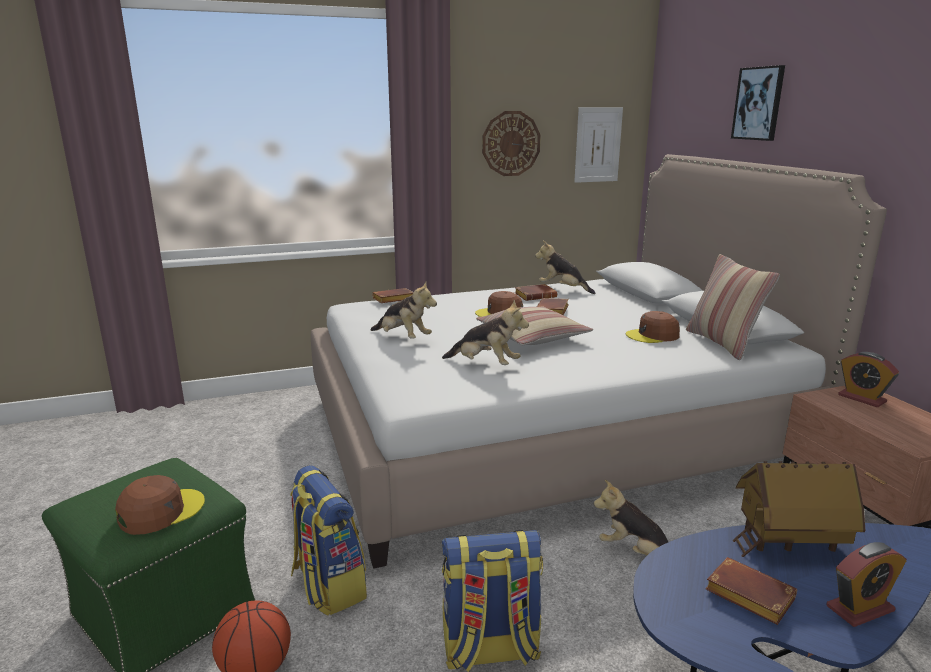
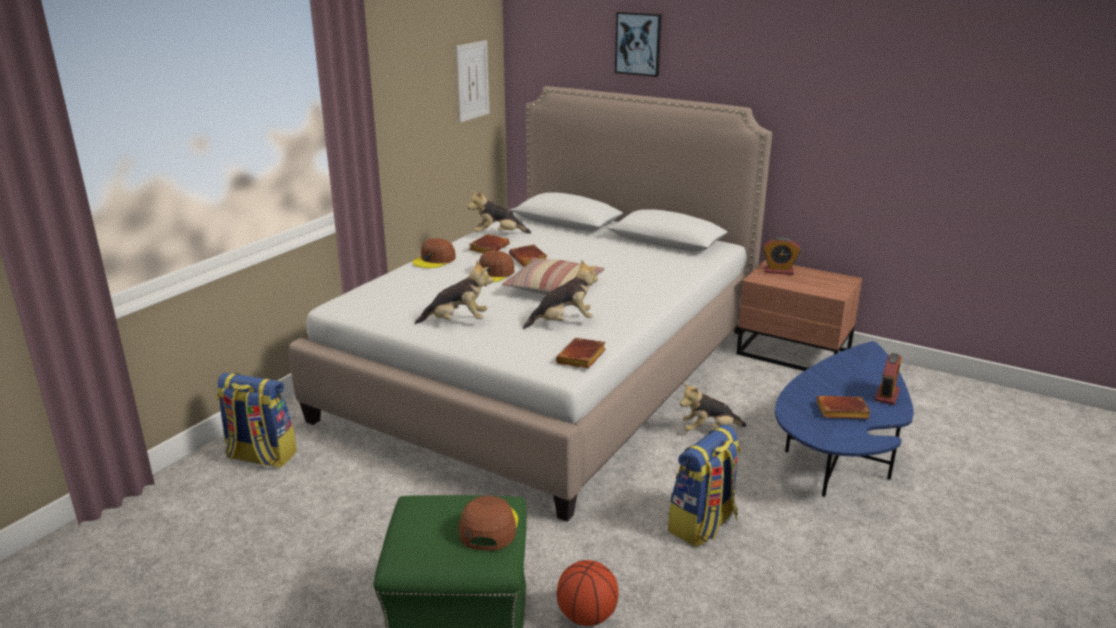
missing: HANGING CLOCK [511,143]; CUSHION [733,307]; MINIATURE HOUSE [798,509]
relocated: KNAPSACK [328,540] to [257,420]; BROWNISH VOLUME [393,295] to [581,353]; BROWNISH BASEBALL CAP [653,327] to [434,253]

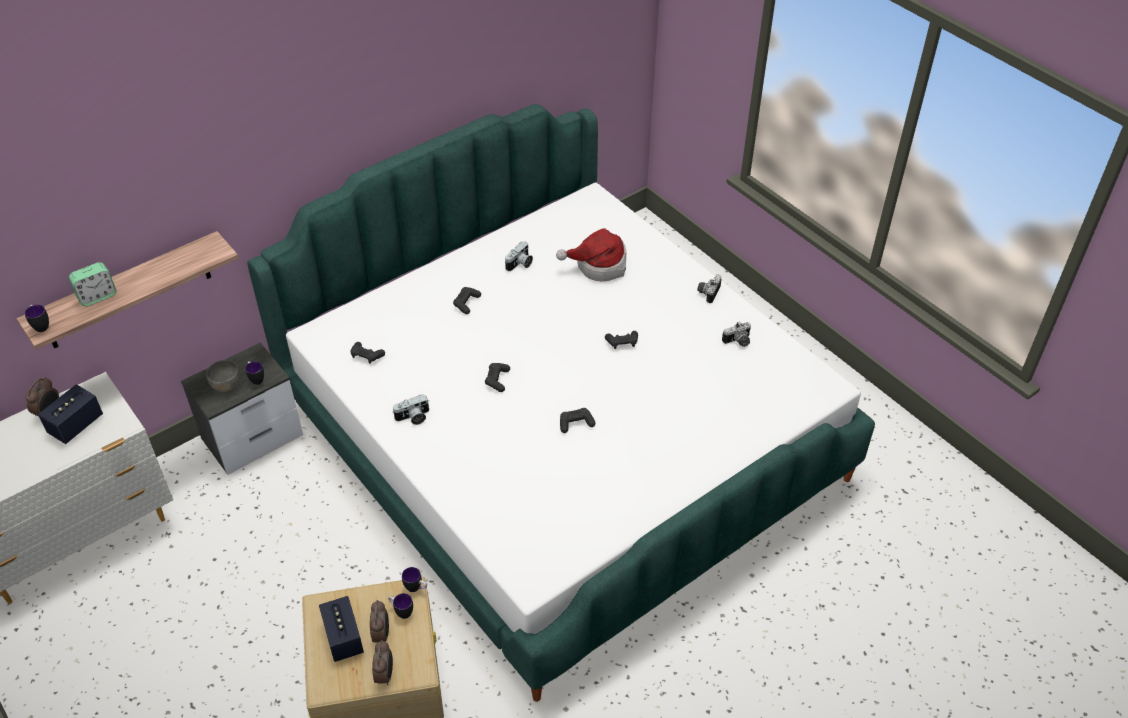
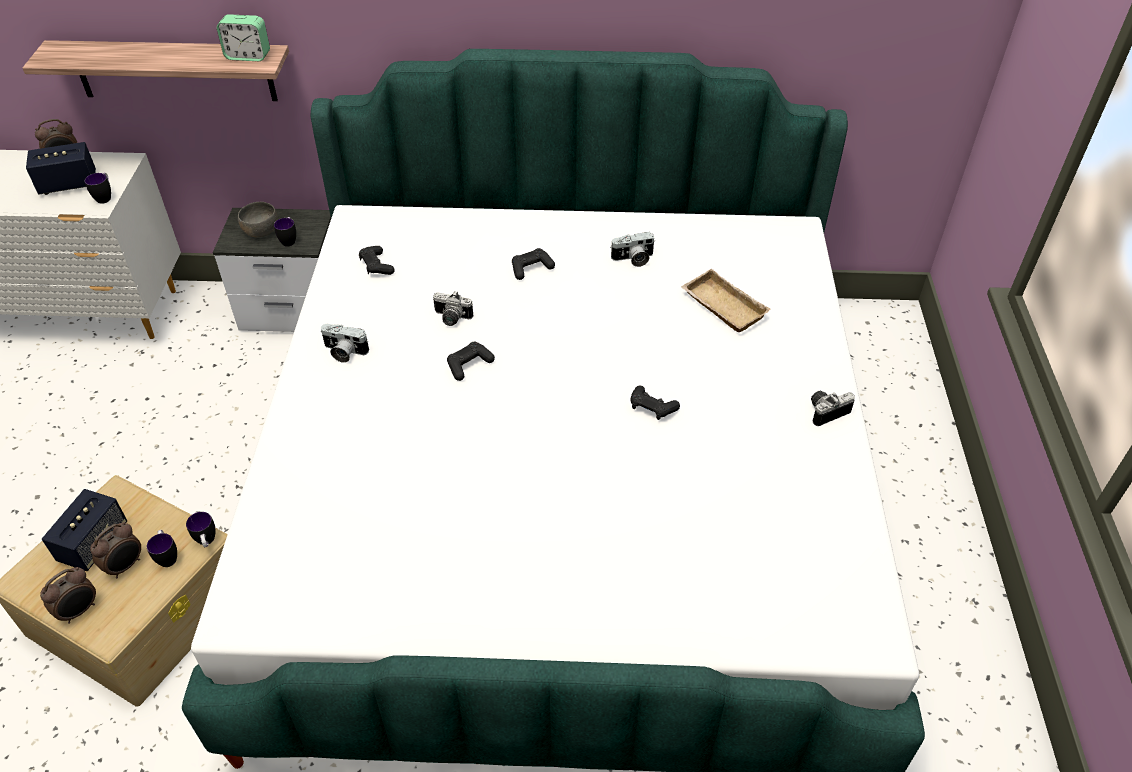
missing: BLACKISH GAME CONTROLLER [577,420]
relocated: TEA MUG [37,318] to [97,188]; ALARM CLOCK [92,284] to [243,37]; PHOTO CAMERA [736,334] to [453,308]
exchanged: HAT [591,255] to SAND-COLOURED CARRYING TRAY [726,300]

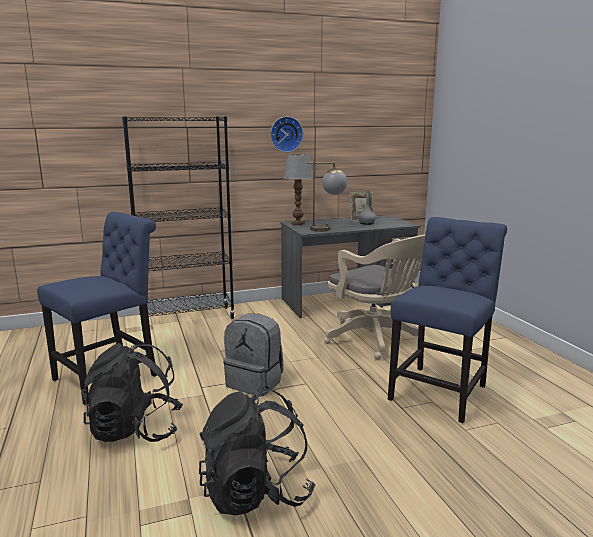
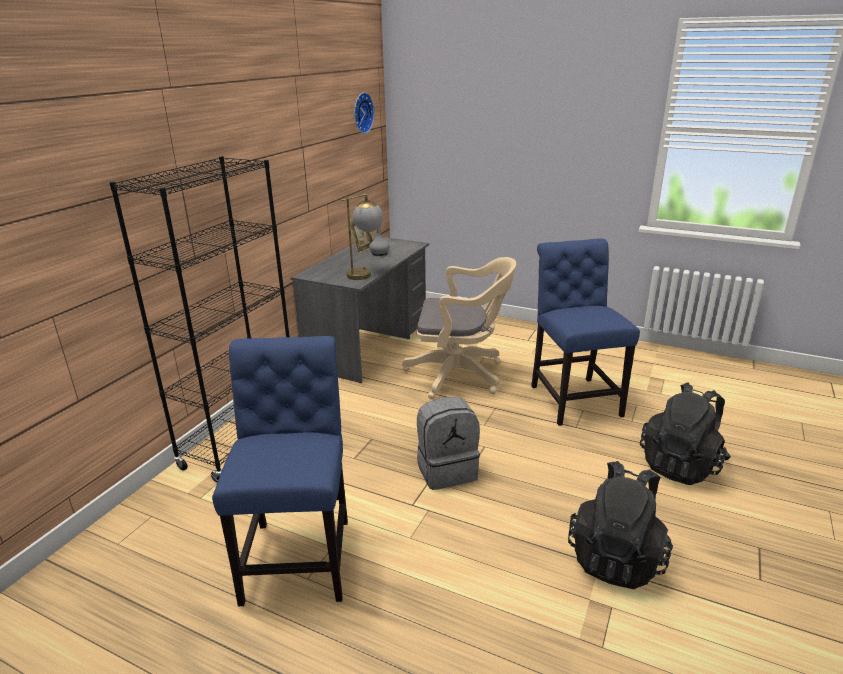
missing: TABLE LAMP [298,190]
relocated: BLACKISH KNAPSACK [132,392] to [685,434]; HANGING CLOCK [286,134] to [364,113]

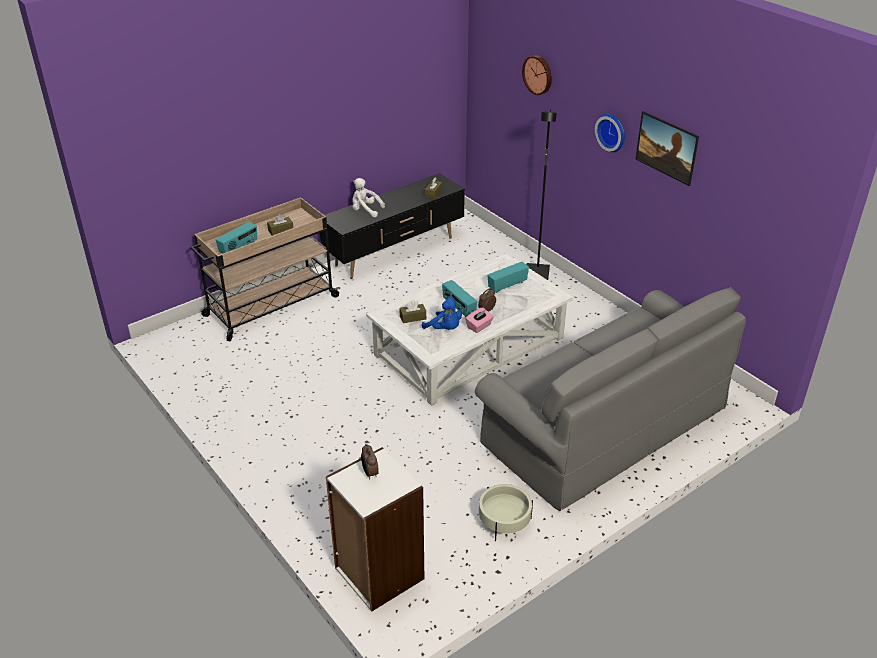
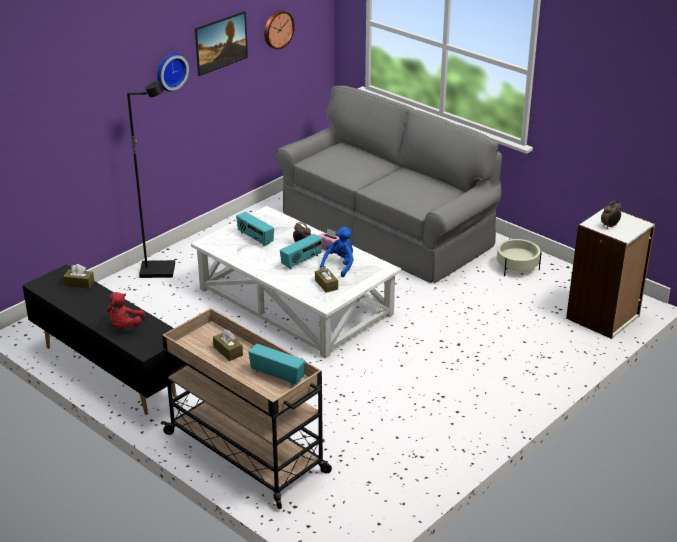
relocated: HANGING CLOCK [537,75] to [279,30]
colour: WHITISH SOFT TOY [368,197] to RED-COLOURED SOFT TOY [126,310]

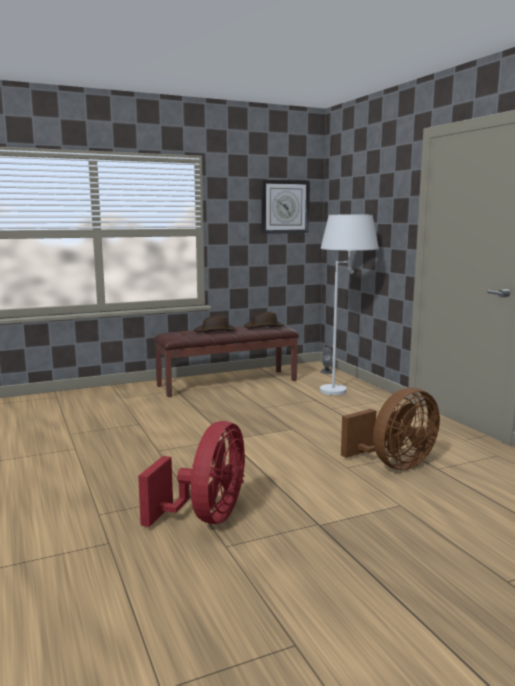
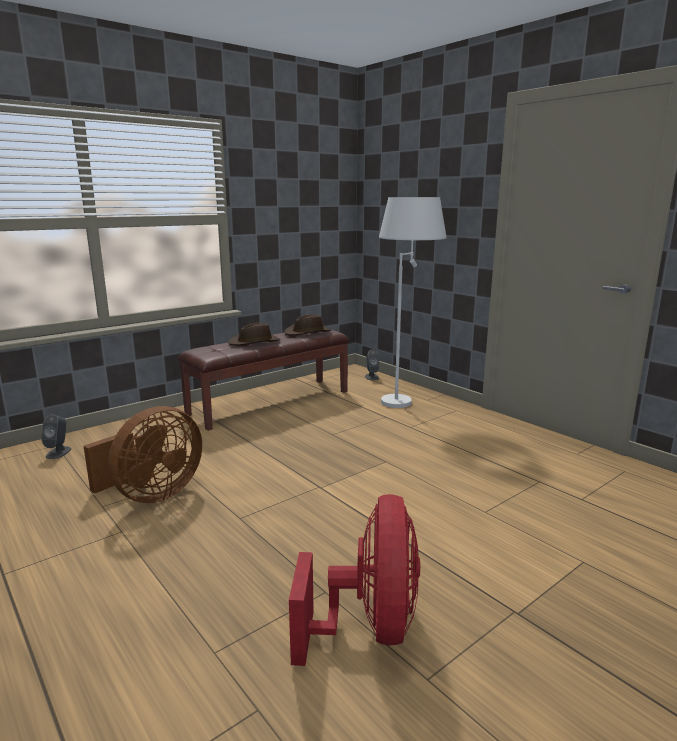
missing: HANGING CLOCK [286,206]
appeared: GRAY LOUDSPEAKER [56,437]
relocated: BROWNISH FAN [390,428] to [143,454]

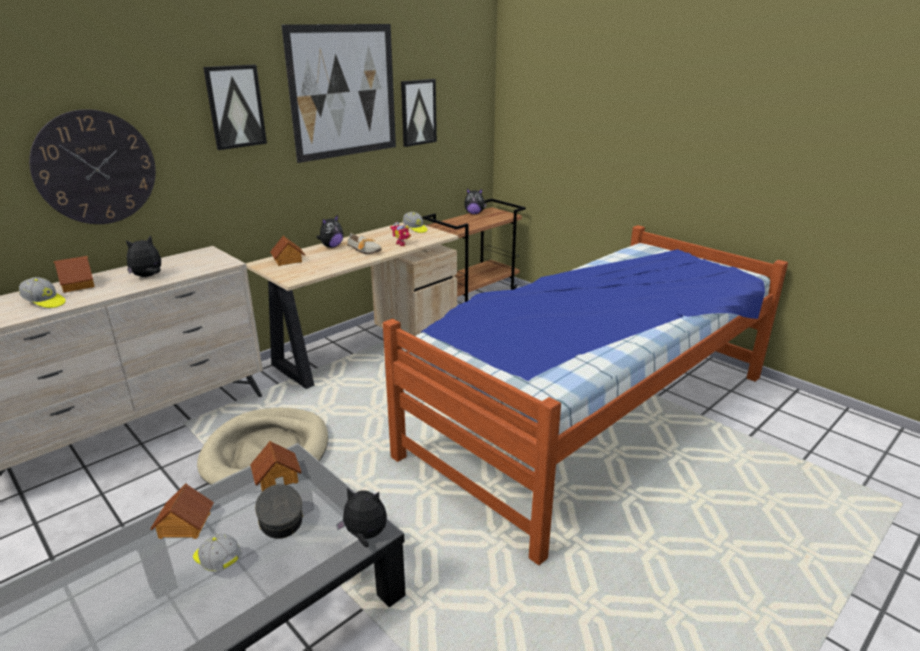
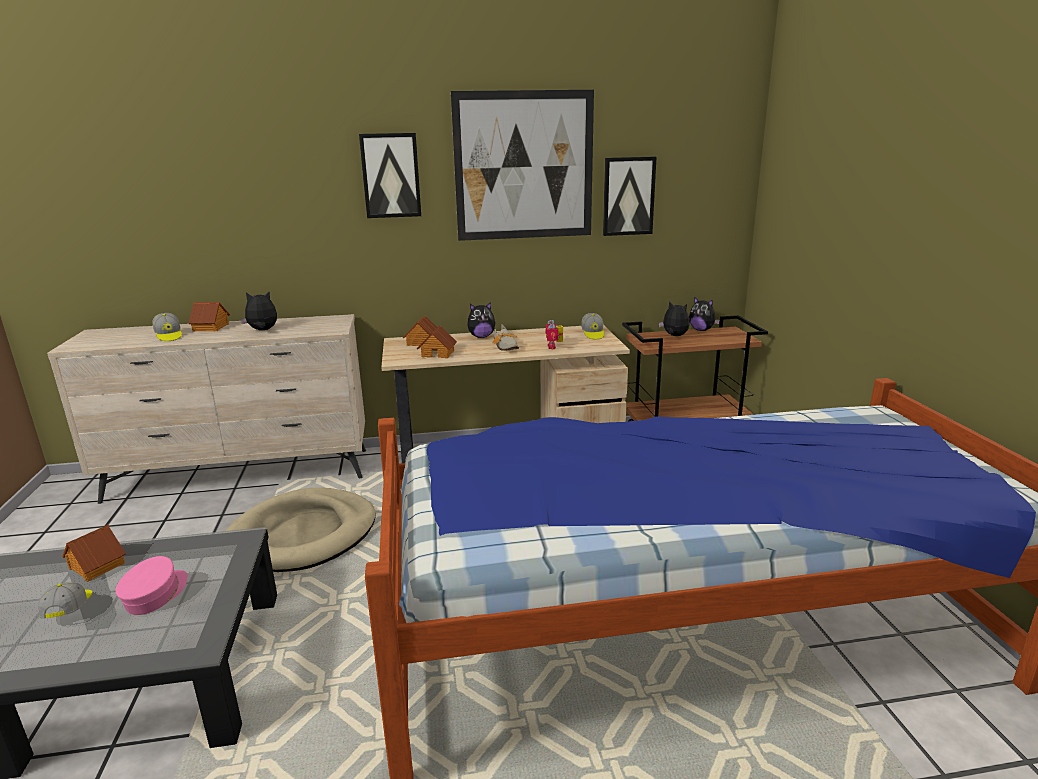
missing: HANGING CLOCK [92,166]
relocated: MINIATURE HOUSE [276,466] to [437,341]; SOFT TOY [361,517] to [674,318]
colour: GRAY BASEBALL CAP [279,511] to PINK BASEBALL CAP [152,585]

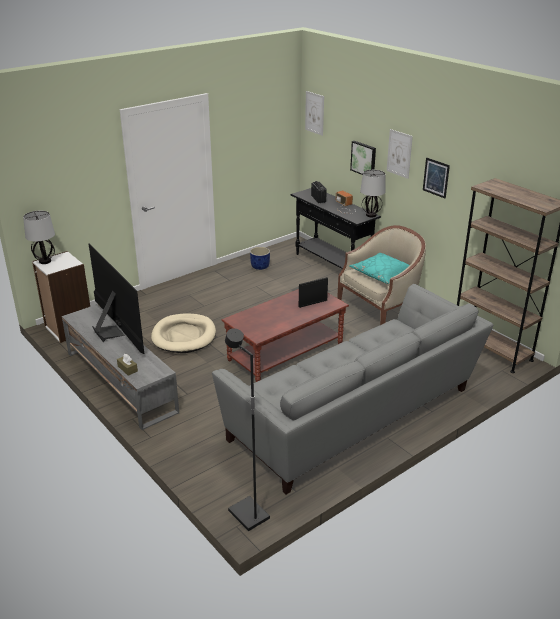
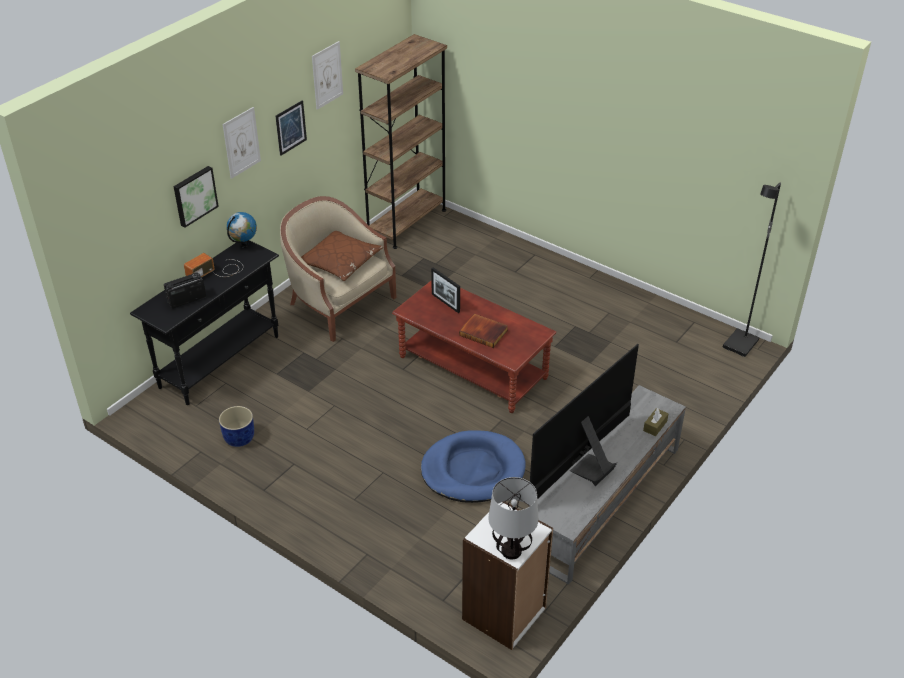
missing: GRAY SOFA [353,389]
appeared: VOLUME [483,331]
relocated: WALL PICTURE [314,113] to [327,75]
exchanged: TABLE LAMP [373,193] to DESK GLOBE [242,230]
colour: SAND-COLOURED DOG BED [183,333] to BLUISH DOG BED [473,466]; BLUE-GREEN CUSHION [379,268] to BROWNISH CUSHION [342,256]

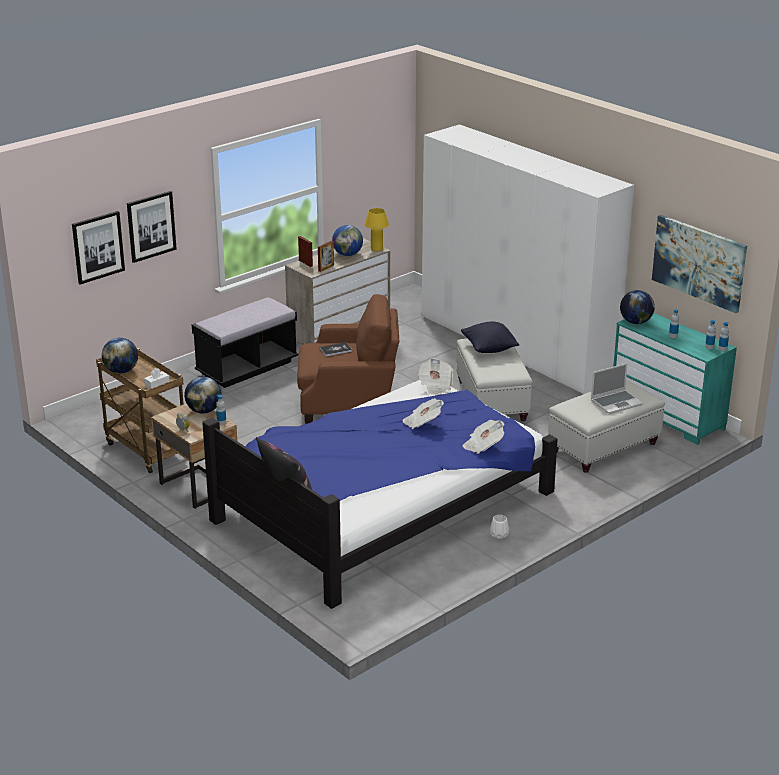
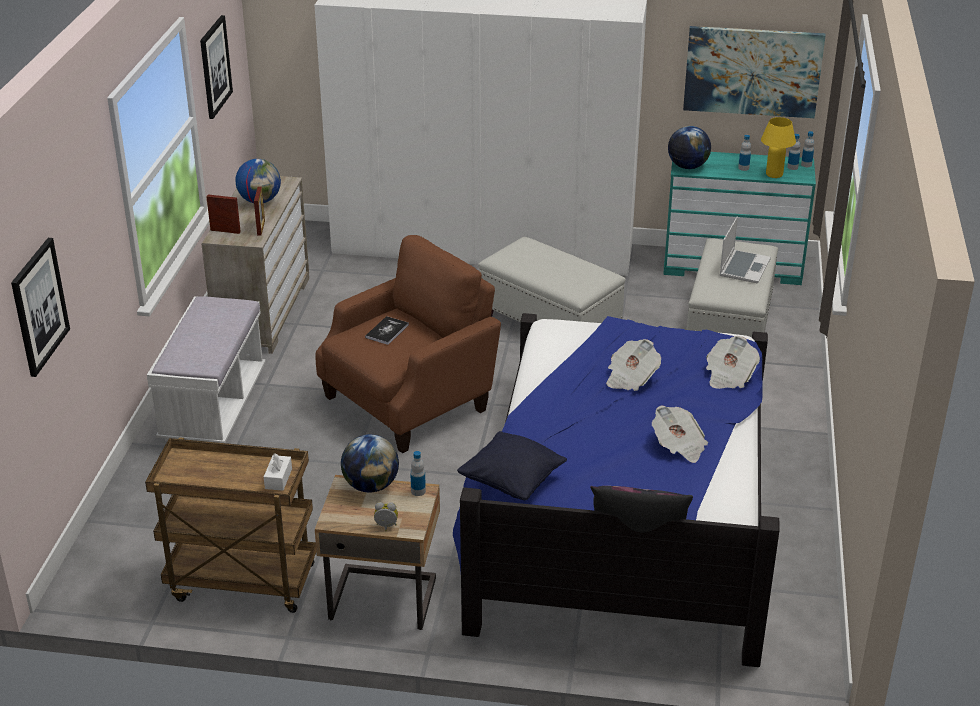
missing: DESK GLOBE [120,356]; WHITISH FLOWER VASE [499,527]
relocated: WALL PICTURE [152,227] to [216,67]; YELLOWISH TABLE LAMP [377,229] to [778,147]; NEWSPAPER [436,376] to [680,434]; BLACKISH CUSHION [490,337] to [512,465]
colour: BLACKISH LONG SEAT [245,342] to WHITISH LONG SEAT [206,369]

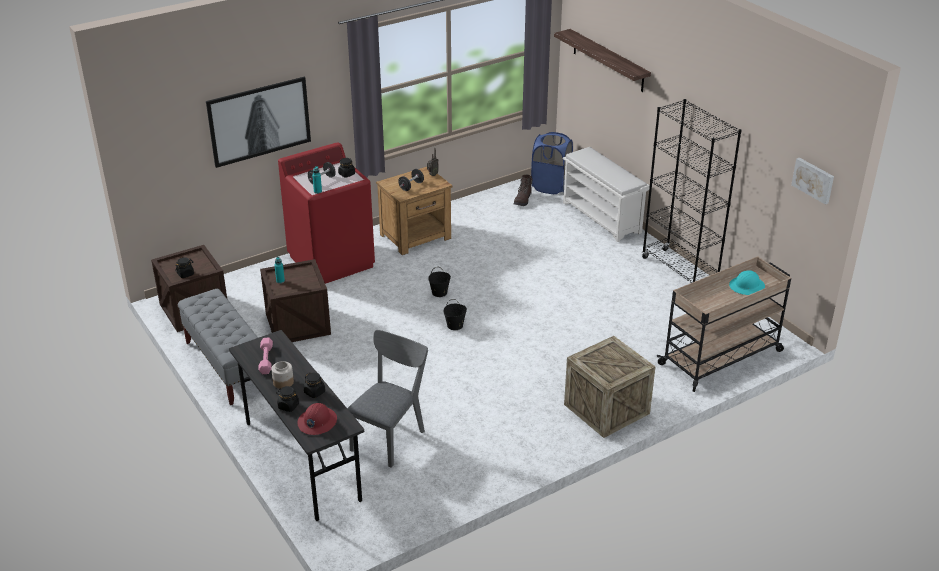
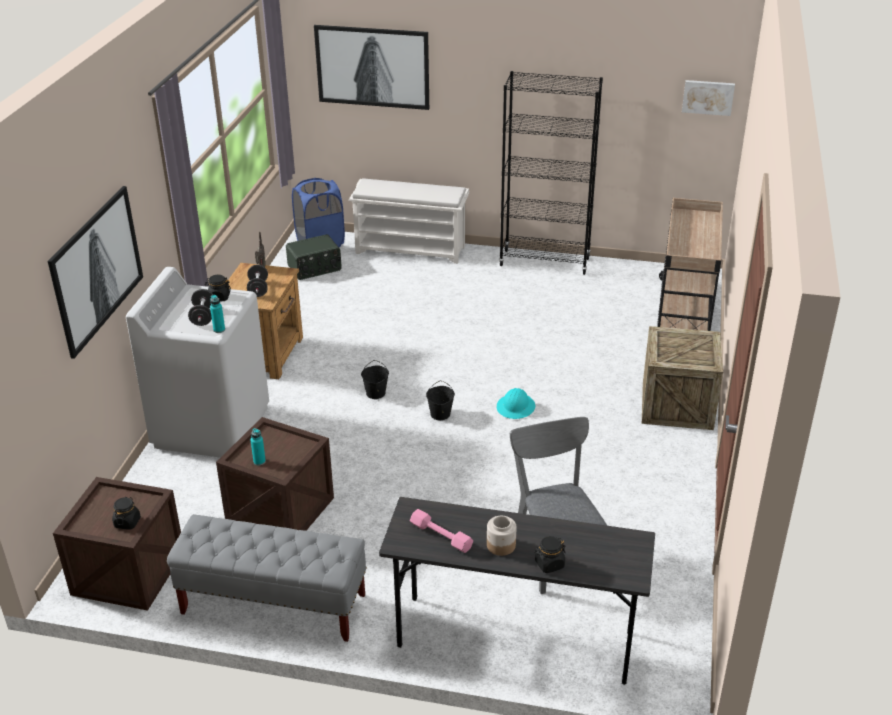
missing: RED-COLOURED WORK HELMET [317,419]; BLACKISH STORAGE JAR [314,385]
relocated: BLUE-GREEN WORK HELMET [747,282] to [516,403]
exchanged: BROWNISH HIGH-TOP BOOT [523,190] to RADIO RECEIVER [314,257]; SHELF [602,60] to WALL PICTURE [371,67]
colour: RED-COLOURED LAUNDRY MACHINE [326,213] to WHITISH LAUNDRY MACHINE [197,362]

